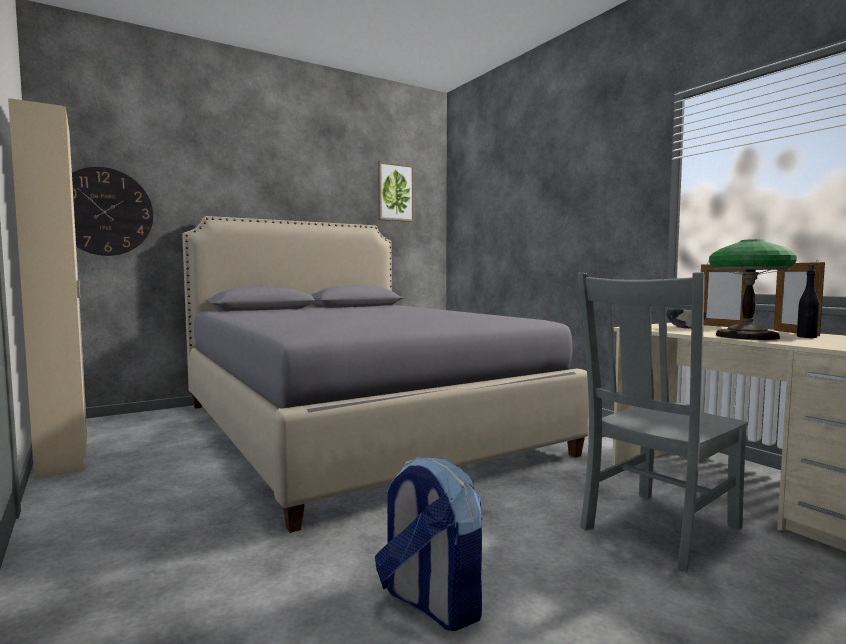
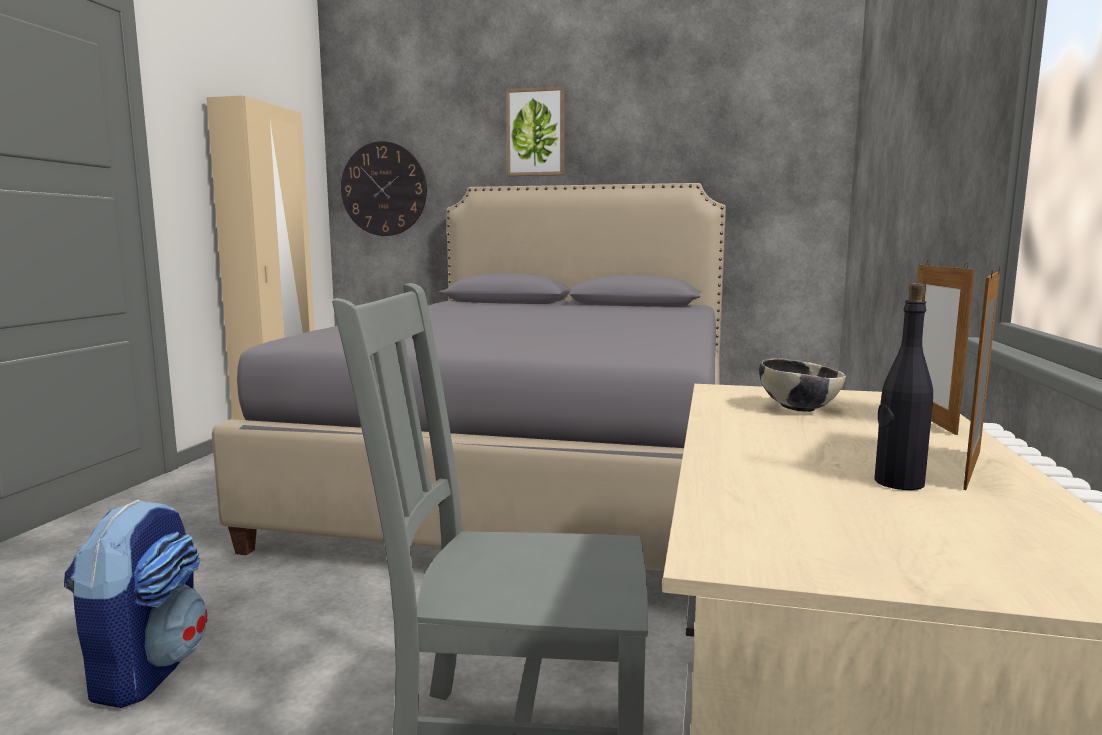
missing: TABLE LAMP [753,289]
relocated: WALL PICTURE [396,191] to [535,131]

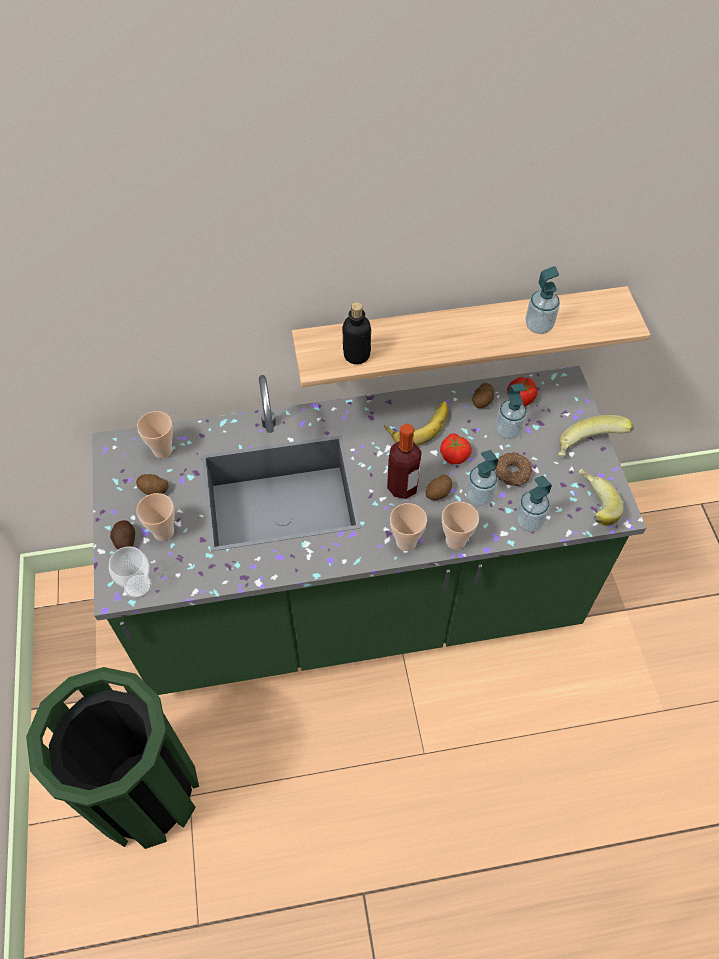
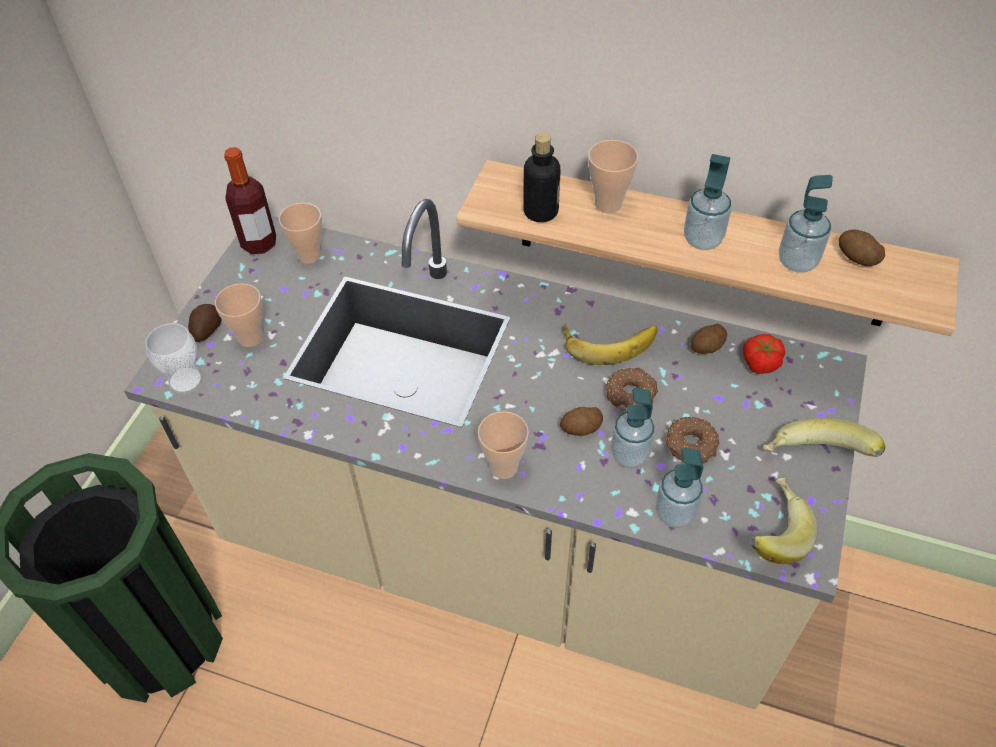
relocated: SPUD [152,484] to [862,248]; DRINK BOTTLE [404,461] to [250,200]; DRINKING CUP [460,526] to [613,176]; LIQUID SOAP BOTTLE [511,411] to [707,202]
exchanged: FRESH TOMATO [456,449] to RING DOUGHNUT [632,389]
colour: GREEN KITCHEN BASE UNIT [369,530] to SAND-COLOURED KITCHEN BASE UNIT [495,454]

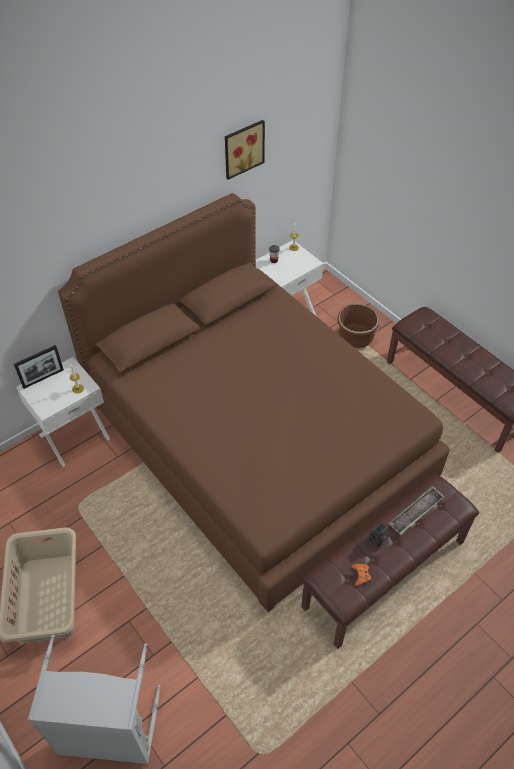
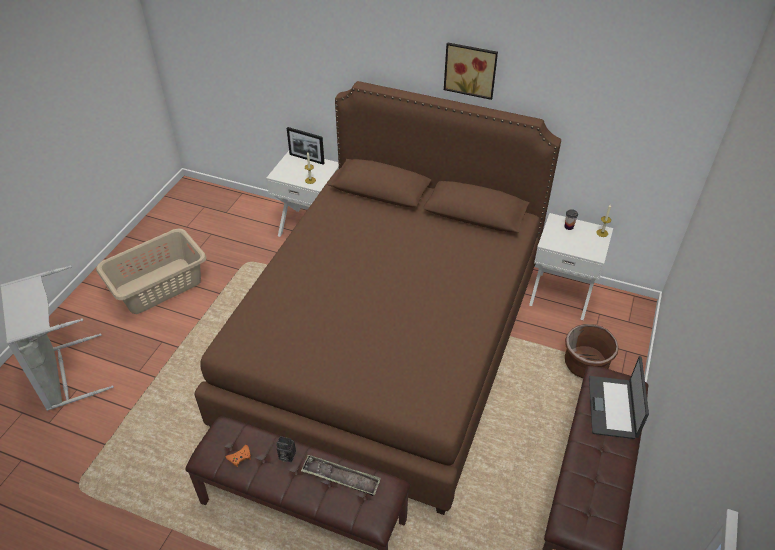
appeared: PORTABLE COMPUTER [619,397]
relocated: WALL PICTURE [245,150] to [471,71]

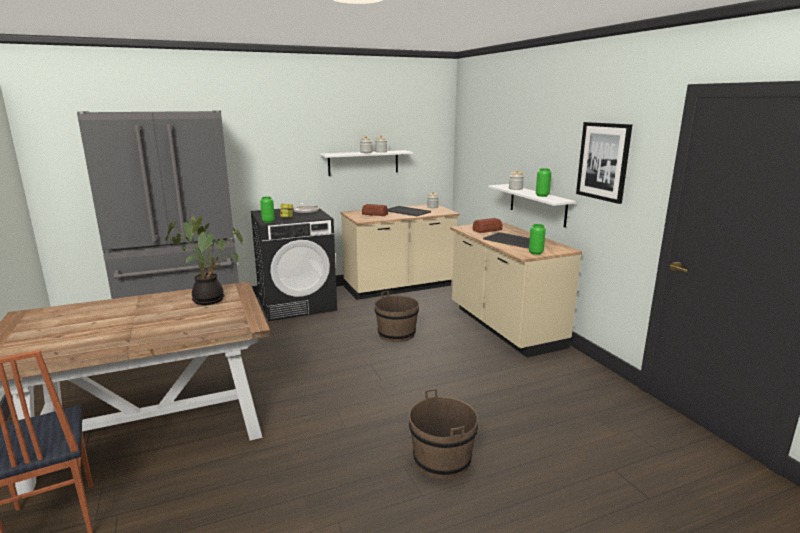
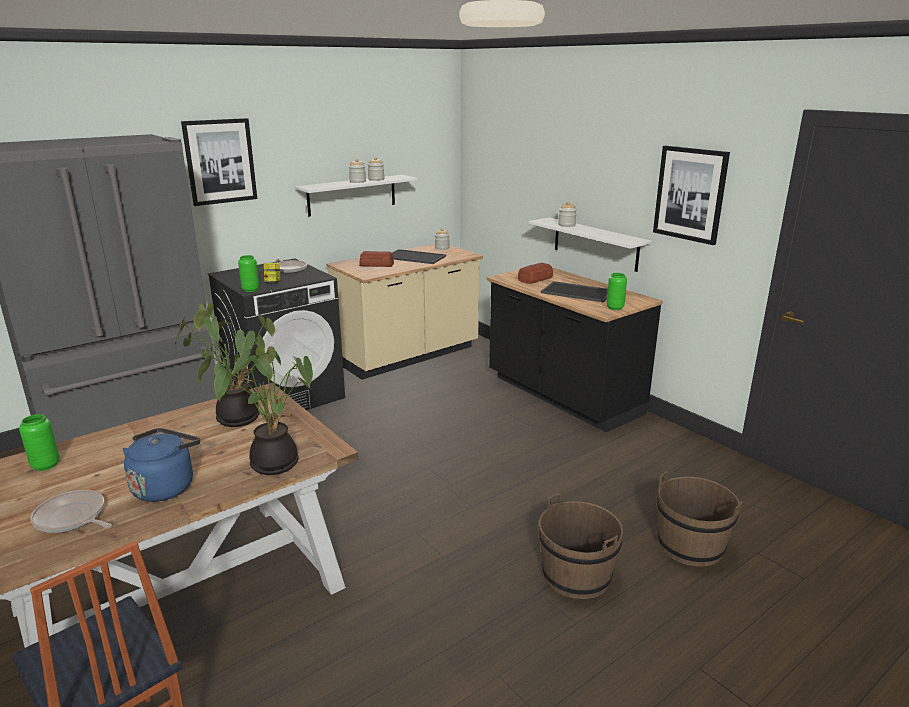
appeared: PAN [71,511]; BLUISH KETTLE [161,465]; WALL PICTURE [219,162]; HOUSEPLANT [255,410]
relocated: BROWNISH WATER BUCKET [396,316] to [700,518]; GREEN FLOWER VASE [543,182] to [39,442]
colour: SAND-COLOURED KITCHEN BASE UNIT [516,290] to BLACKISH KITCHEN BASE UNIT [575,350]

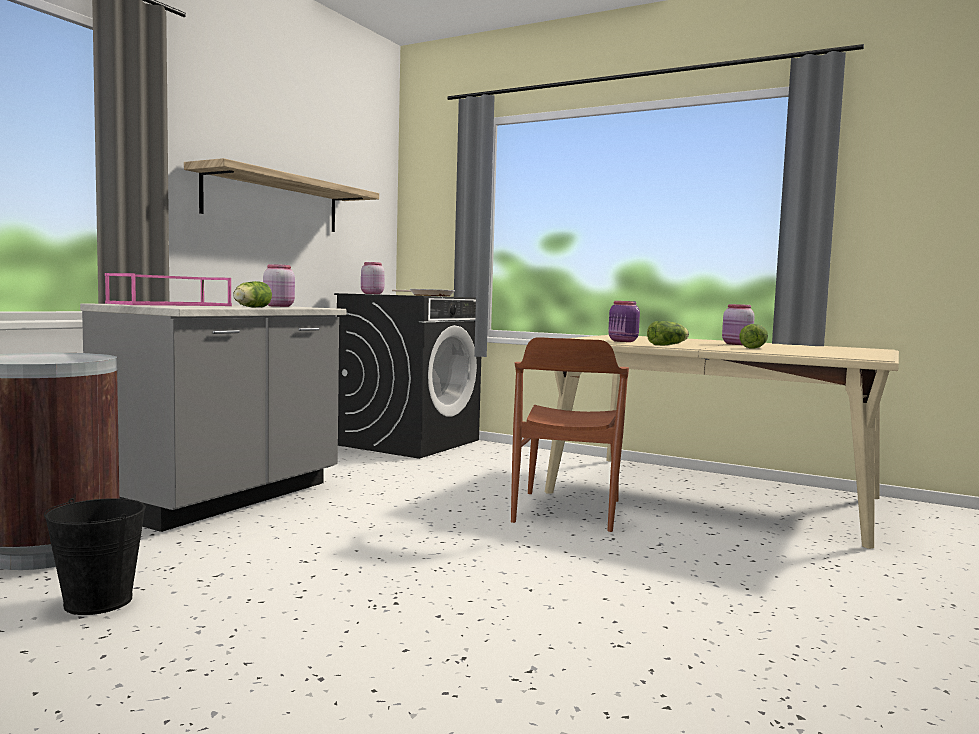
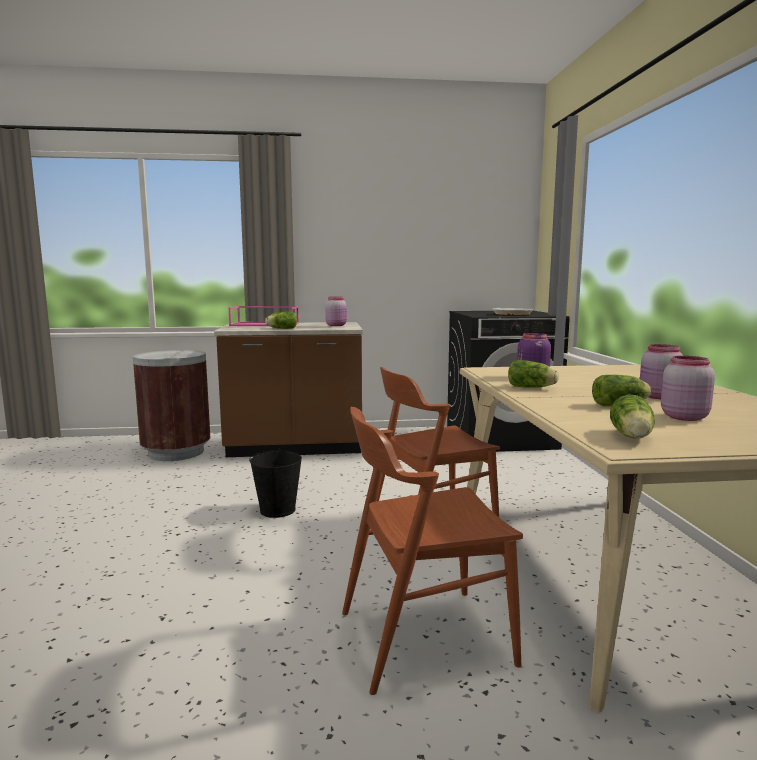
missing: SHELF [281,195]
appeared: BROWNISH UPRIGHT CHAIR [432,551]; HEAD OF LETTUCE [632,417]
relocated: BLACKISH WATER BUCKET [95,556] to [275,483]; PINK STORAGE JAR [373,278] to [688,388]
colour: GRAY KITCHEN BASE UNIT [213,418] to BROWNISH KITCHEN BASE UNIT [288,389]

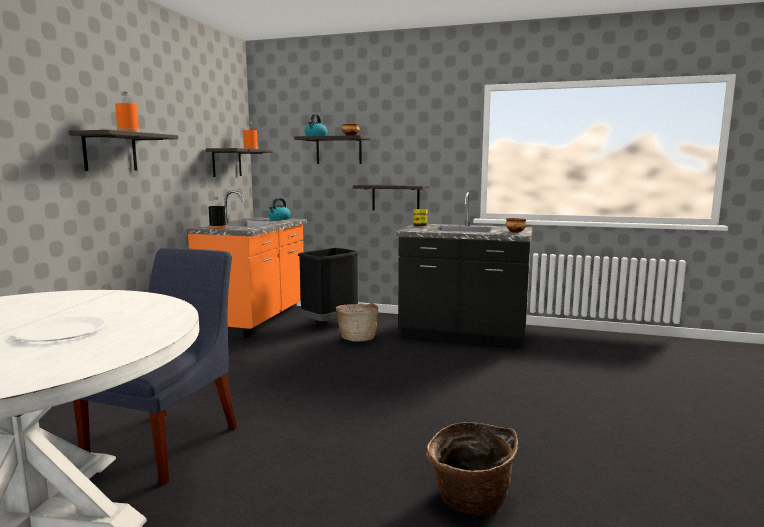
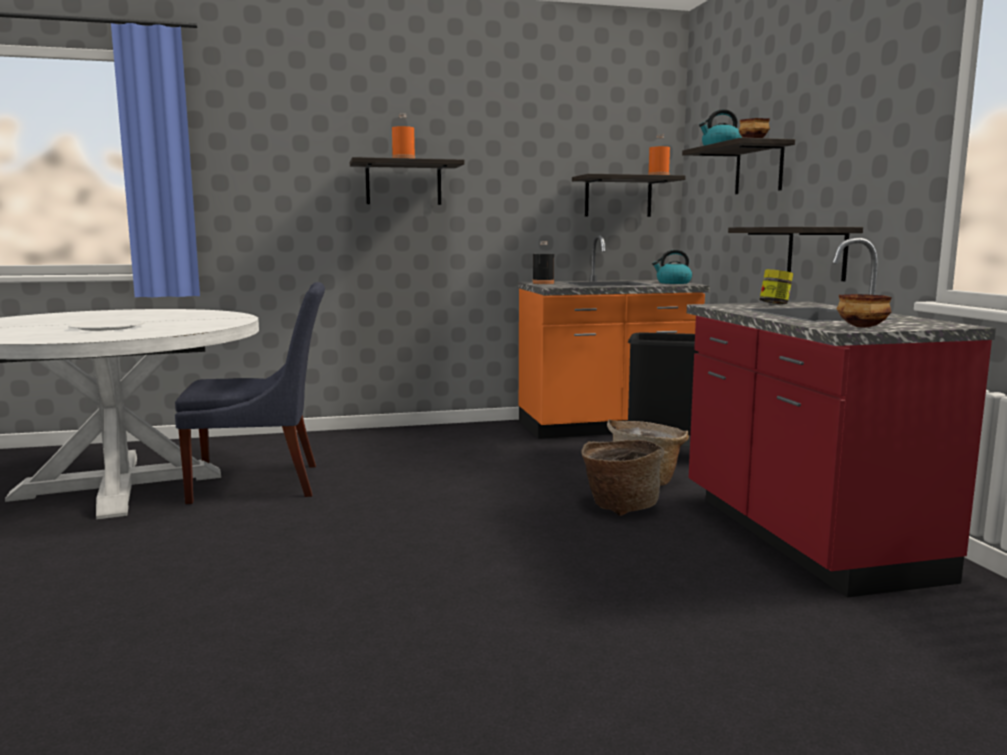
relocated: HOUSEHOLD BASKET [472,468] to [622,478]
colour: BLACKISH KITCHEN BASE UNIT [464,270] to RED-COLOURED KITCHEN BASE UNIT [841,418]

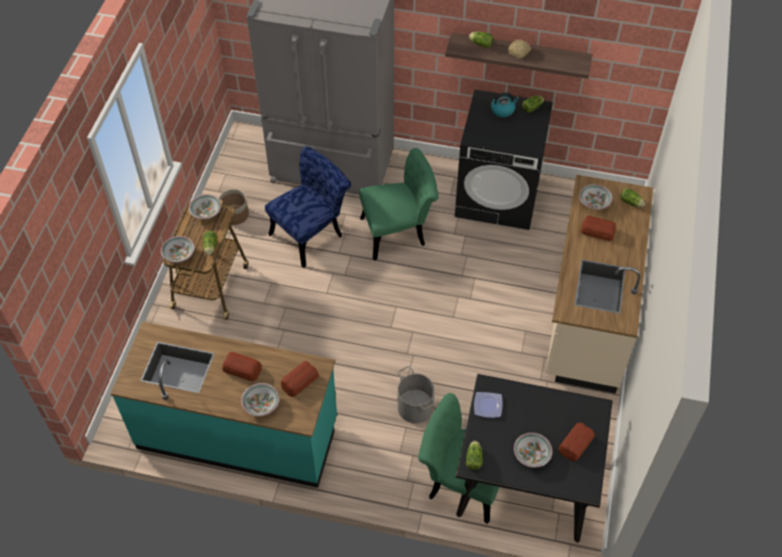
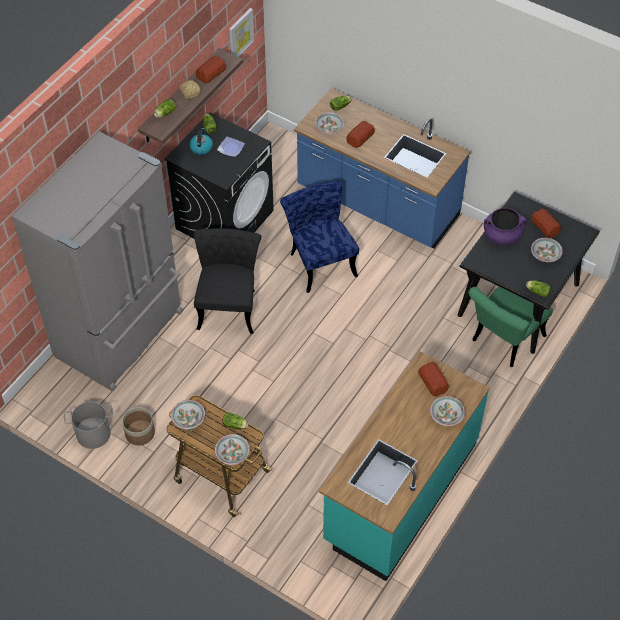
appeared: WALL PICTURE [241,32]; PURPLISH STOCKPOT [505,226]
relocated: BAKERY BREAD [242,366] to [211,69]; BLUISH UPRIGHT CHAIR [308,207] to [319,237]; GRAY WATER BUCKET [416,394] to [88,425]; PLATE [488,405] to [231,147]
colour: GREEN UPRIGHT CHAIR [399,204] to BLACKISH UPRIGHT CHAIR [227,281]; SAND-COLOURED KITCHEN BASE UNIT [599,284] to BLUISH KITCHEN BASE UNIT [382,168]

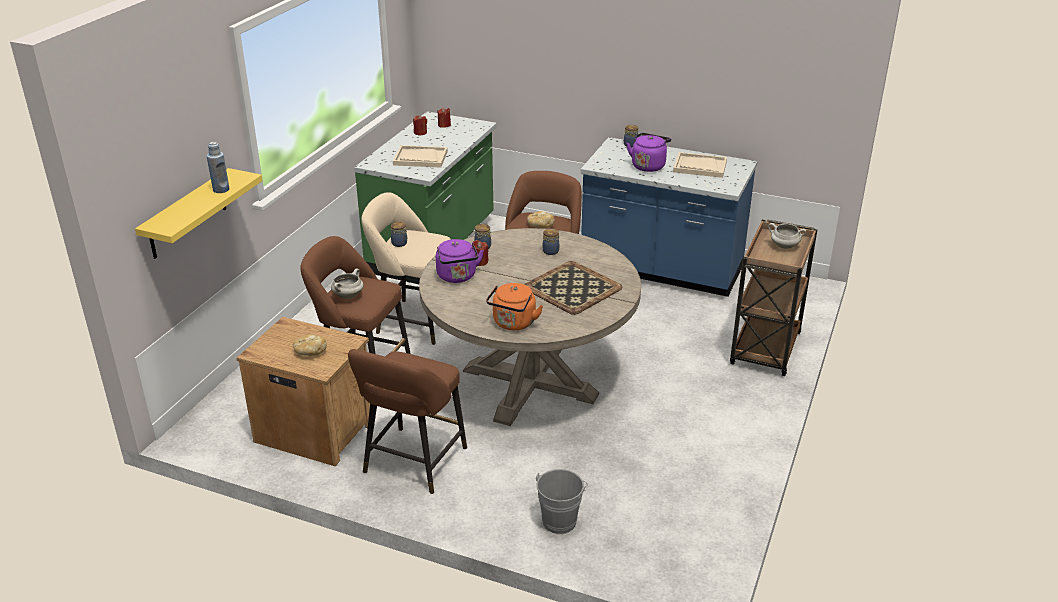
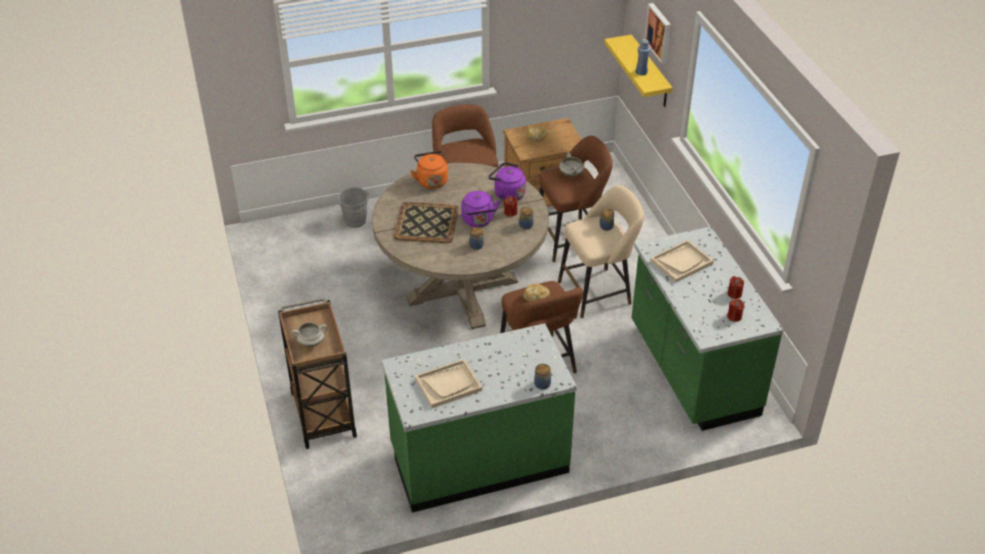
appeared: WALL PICTURE [658,33]
relocated: PURPLISH KETTLE [648,152] to [480,209]
colour: BLUISH KITCHEN BASE UNIT [669,217] to GREEN KITCHEN BASE UNIT [479,418]

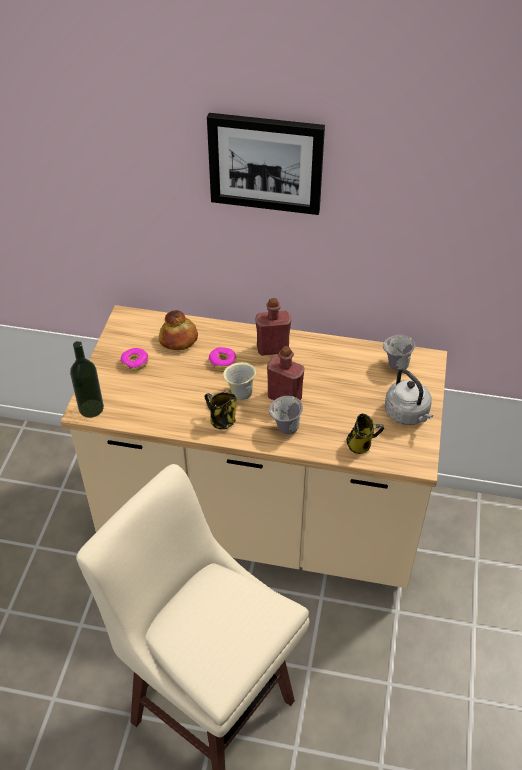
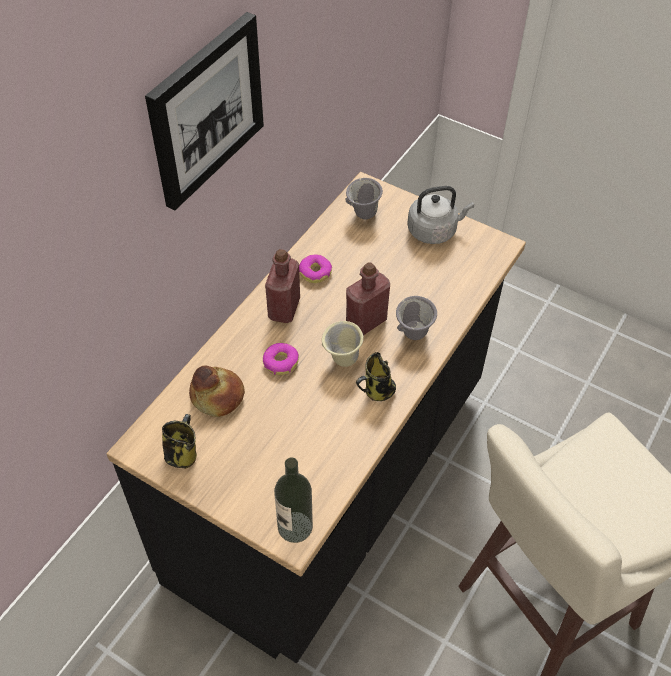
relocated: RING DOUGHNUT [134,359] to [315,268]; TEA MUG [365,434] to [179,441]
colour: SAND-COLOURED KITCHEN BASE UNIT [254,446] to BLACKISH KITCHEN BASE UNIT [316,417]

